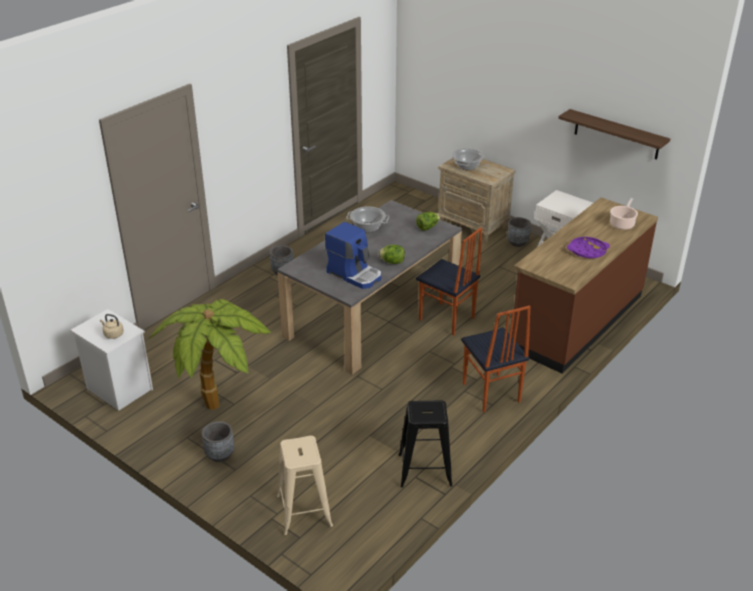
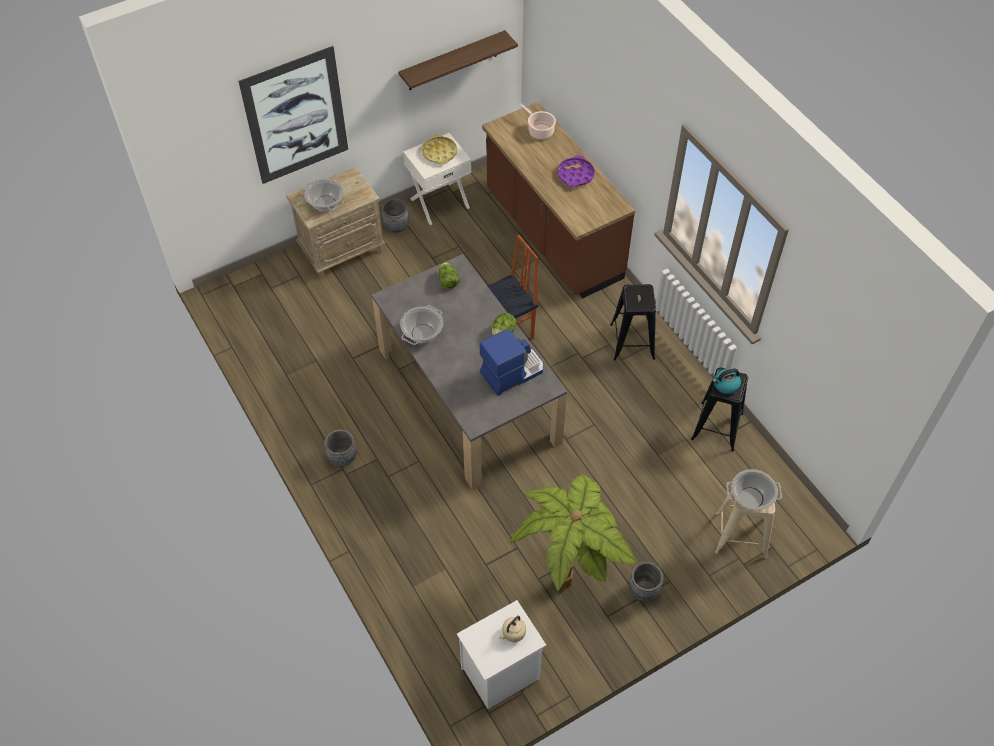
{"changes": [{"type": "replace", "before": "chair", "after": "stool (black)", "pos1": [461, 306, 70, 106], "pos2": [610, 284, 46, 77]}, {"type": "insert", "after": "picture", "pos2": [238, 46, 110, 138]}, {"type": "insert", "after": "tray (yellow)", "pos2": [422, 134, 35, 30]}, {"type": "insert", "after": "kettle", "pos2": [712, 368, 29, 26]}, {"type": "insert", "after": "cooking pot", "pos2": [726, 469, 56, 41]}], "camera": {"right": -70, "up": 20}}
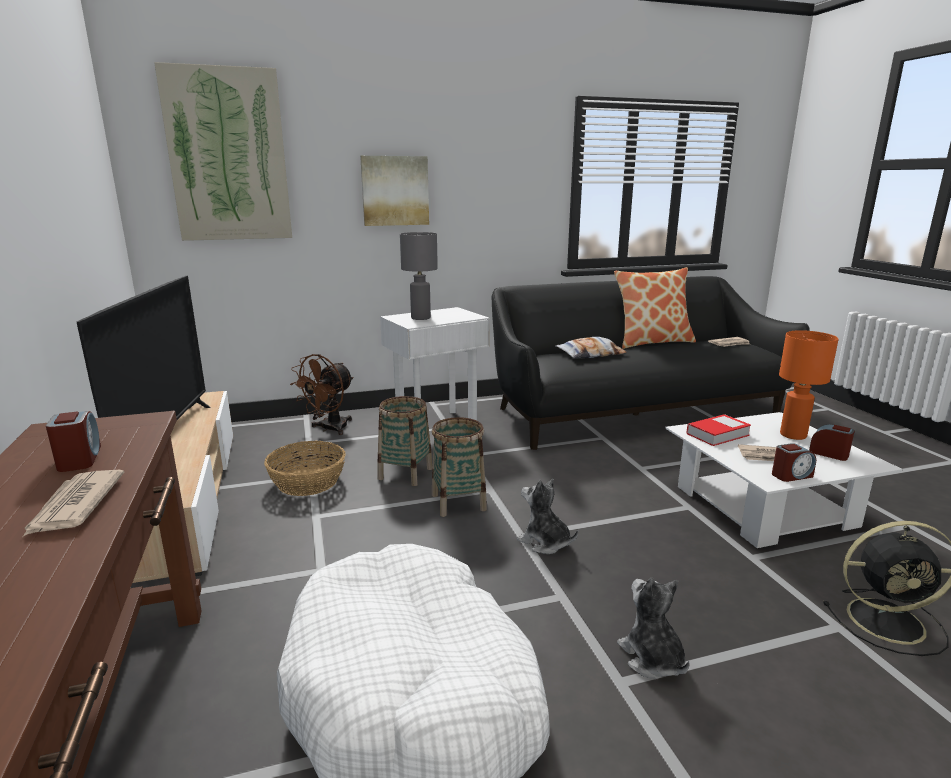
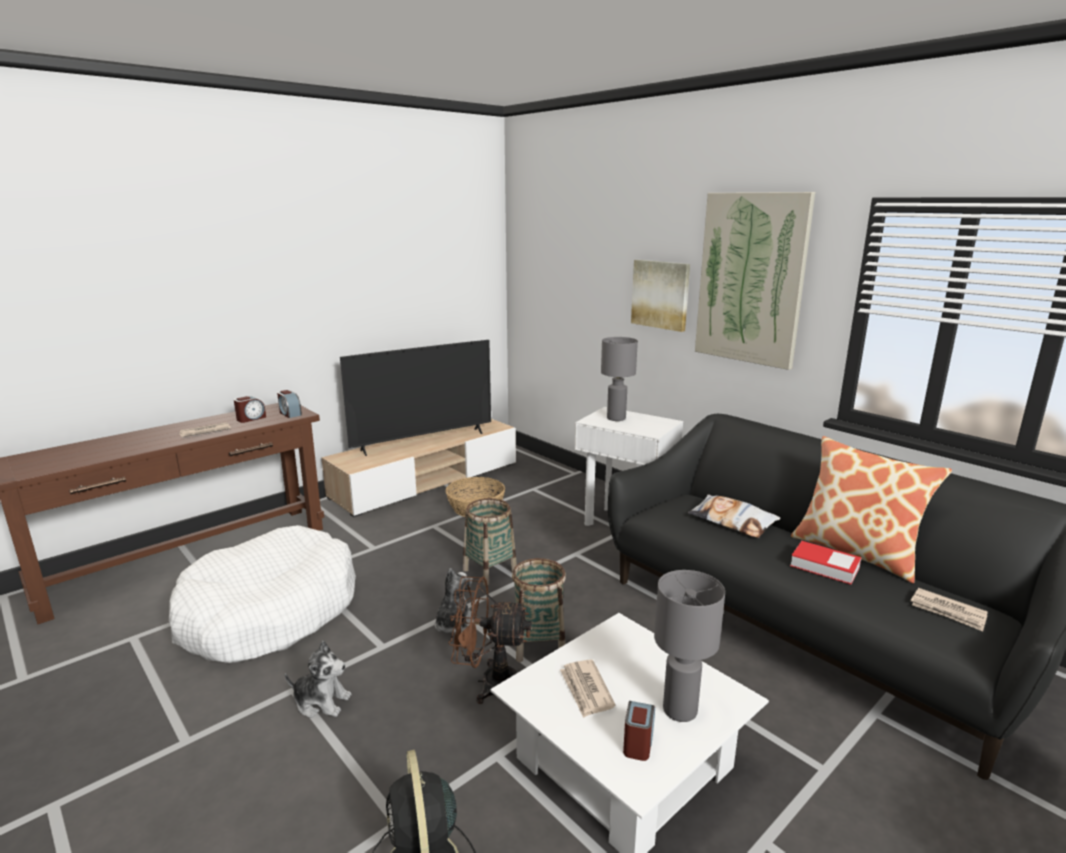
{"changes": [{"type": "move", "before": "picture", "pos1": [154, 62, 138, 179], "pos2": [695, 192, 120, 178]}, {"type": "recolor", "before": "table lamp (orange)", "after": "table lamp (grey)", "pos1": [779, 330, 60, 110], "pos2": [654, 570, 71, 152]}, {"type": "move", "before": "fan (brown)", "pos1": [290, 354, 64, 81], "pos2": [448, 576, 84, 128]}, {"type": "move", "before": "basket", "pos1": [378, 396, 55, 90], "pos2": [512, 558, 54, 104]}, {"type": "move", "before": "book", "pos1": [686, 414, 65, 32], "pos2": [790, 541, 71, 43]}, {"type": "move", "before": "alarm clock", "pos1": [772, 443, 44, 39], "pos2": [277, 390, 25, 28]}, {"type": "rotate", "before": "plush toy", "pos1": [617, 578, 73, 101], "pos2": [285, 641, 67, 77], "turn": 60}], "camera": {"right": 65, "up": 0}}
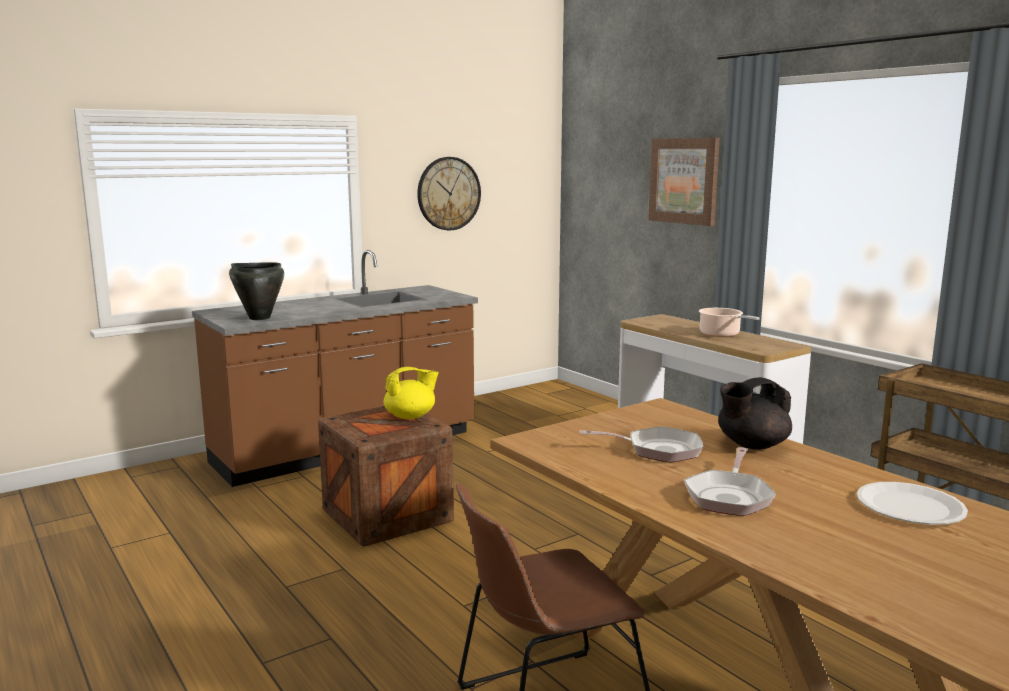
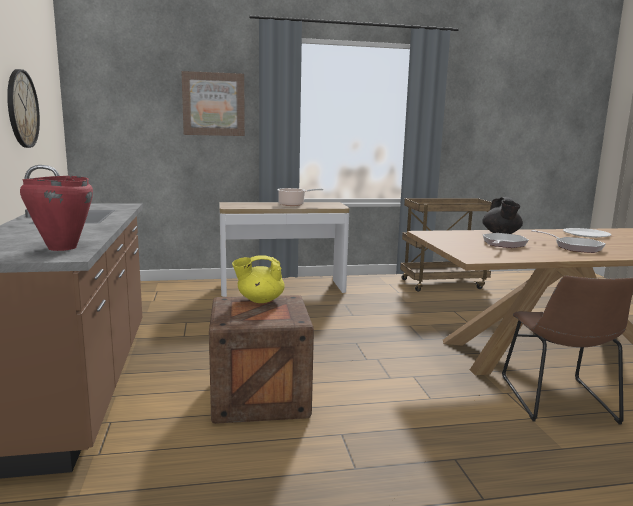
{"changes": [{"type": "recolor", "before": "cooking pot (black)", "after": "cooking pot (red)", "pos1": [229, 262, 55, 58], "pos2": [20, 175, 73, 76]}, {"type": "rotate", "before": "teapot (yellow)", "pos1": [384, 367, 55, 52], "pos2": [232, 255, 53, 48], "turn": -105}], "camera": {"right": -65, "up": 0}}
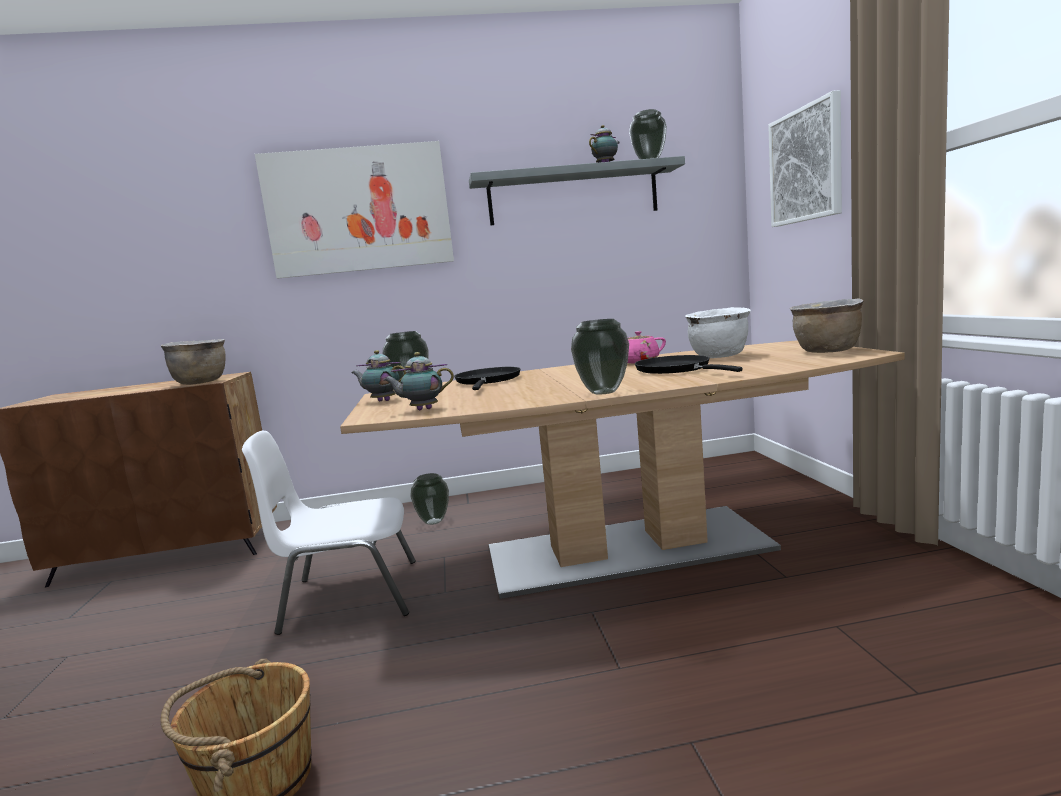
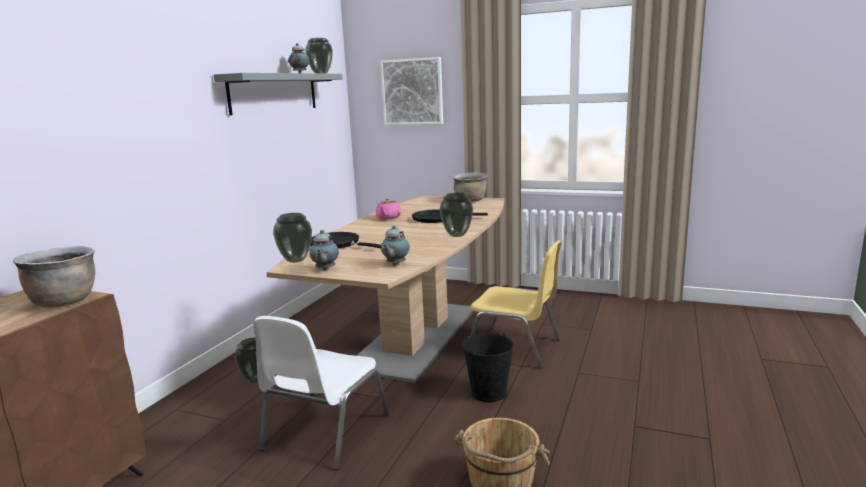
{"changes": [{"type": "delete", "before": "picture", "pos1": [255, 141, 199, 137]}, {"type": "delete", "before": "cooking pot (white)", "pos1": [685, 307, 66, 51]}, {"type": "rotate", "before": "teapot", "pos1": [351, 350, 55, 51], "pos2": [309, 230, 30, 40], "turn": -45}, {"type": "insert", "after": "chair (yellow)", "pos2": [470, 241, 92, 128]}, {"type": "insert", "after": "bucket (black)", "pos2": [462, 332, 52, 70]}], "camera": {"right": -60, "up": 5}}
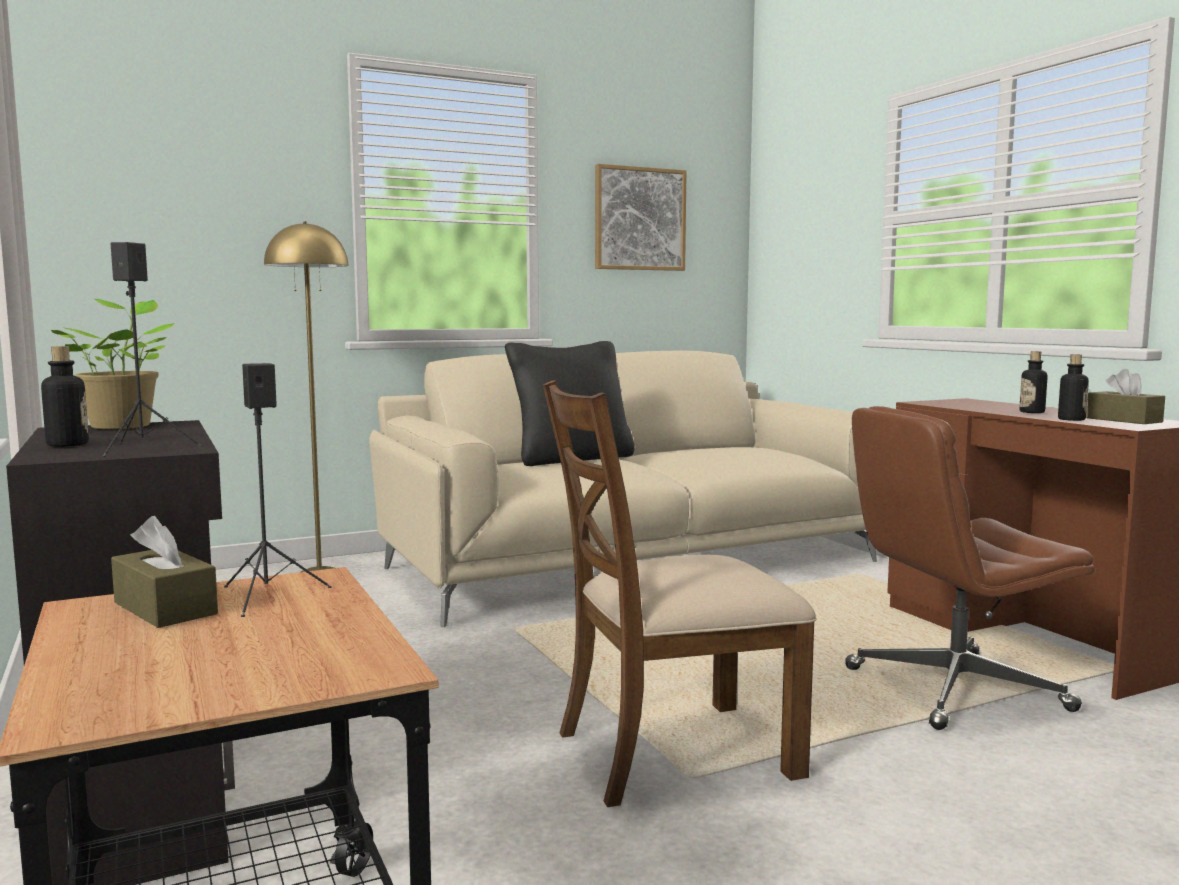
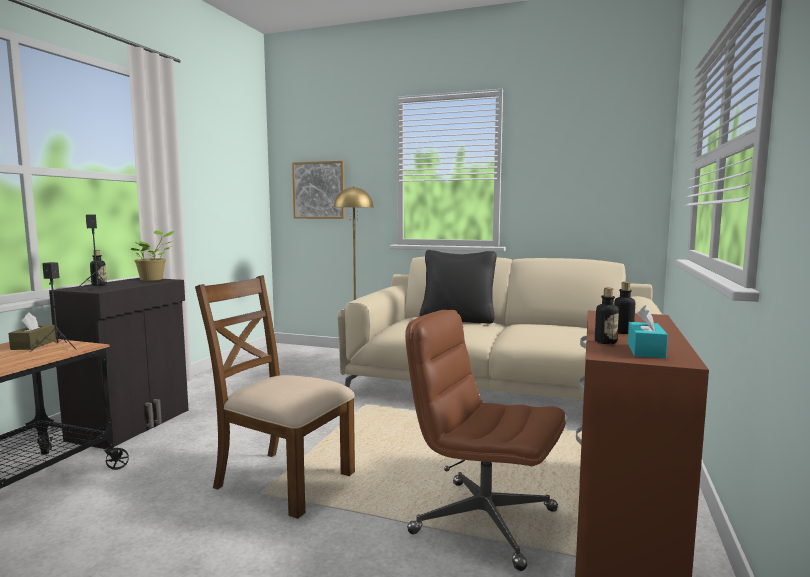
{"changes": [{"type": "move", "before": "picture", "pos1": [595, 164, 92, 107], "pos2": [292, 161, 53, 58]}, {"type": "recolor", "before": "tissue box (brown)", "after": "tissue box (turquoise)", "pos1": [1086, 369, 79, 55], "pos2": [628, 305, 40, 53]}], "camera": {"right": 45, "up": 0}}
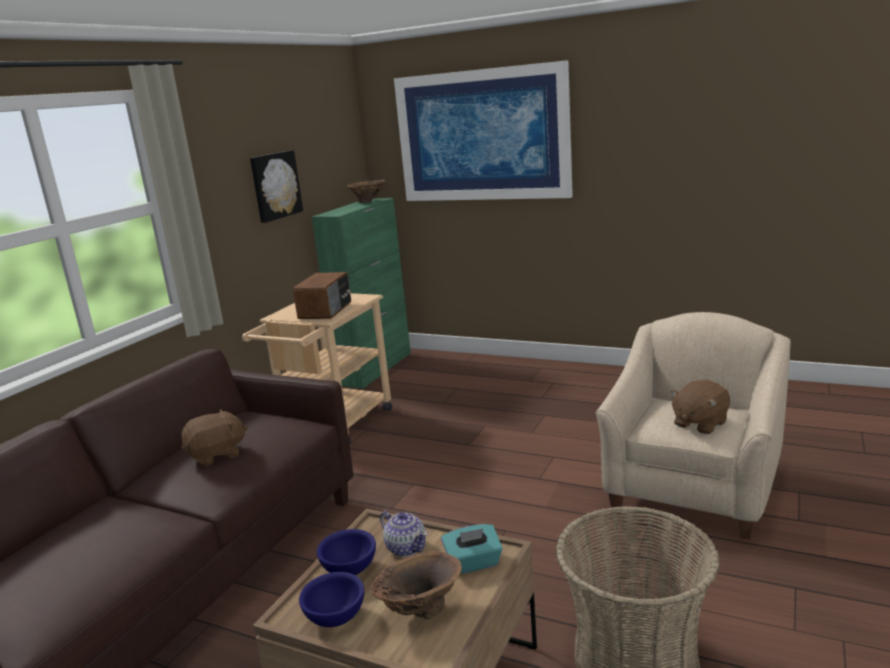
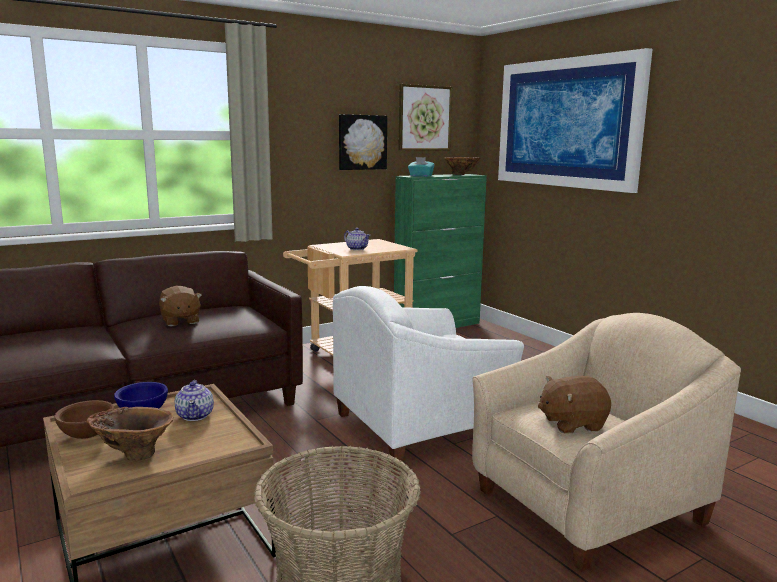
{"changes": [{"type": "replace", "before": "radio", "after": "teapot", "pos1": [293, 272, 58, 47], "pos2": [344, 228, 26, 22]}, {"type": "rotate", "before": "plush toy (brown)", "pos1": [181, 409, 66, 57], "pos2": [159, 286, 43, 40], "turn": 60}, {"type": "move", "before": "tissue box (turquoise)", "pos1": [441, 524, 62, 50], "pos2": [408, 157, 27, 20]}, {"type": "recolor", "before": "bowl (blue)", "after": "bowl (brown)", "pos1": [299, 572, 65, 55], "pos2": [55, 400, 60, 39]}, {"type": "insert", "after": "picture", "pos2": [398, 84, 55, 67]}, {"type": "insert", "after": "armchair (white)", "pos2": [333, 286, 191, 183]}], "camera": {"right": 30, "up": -5}}
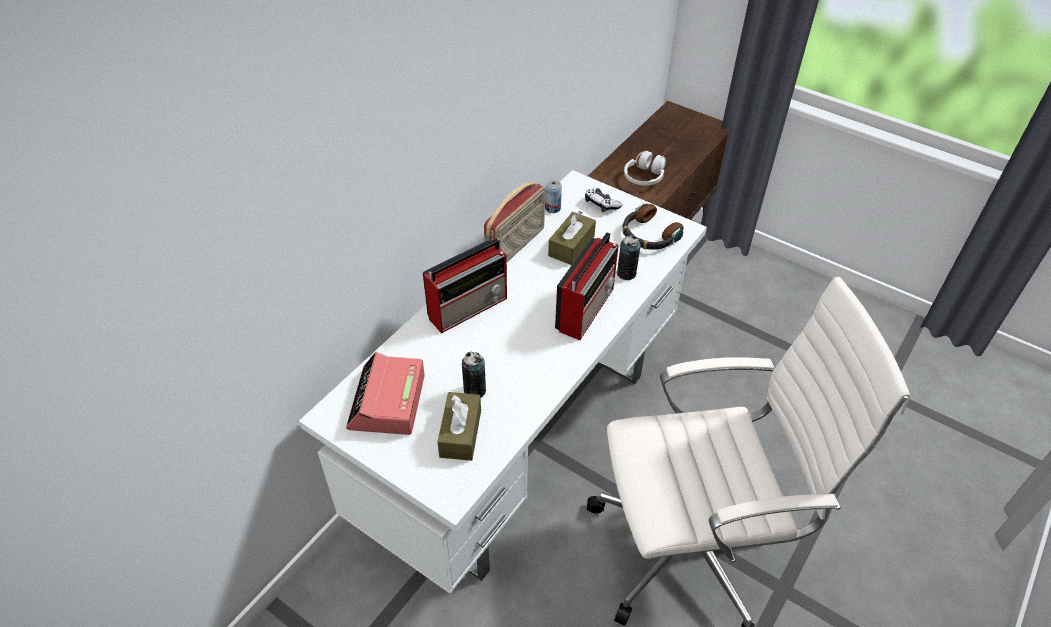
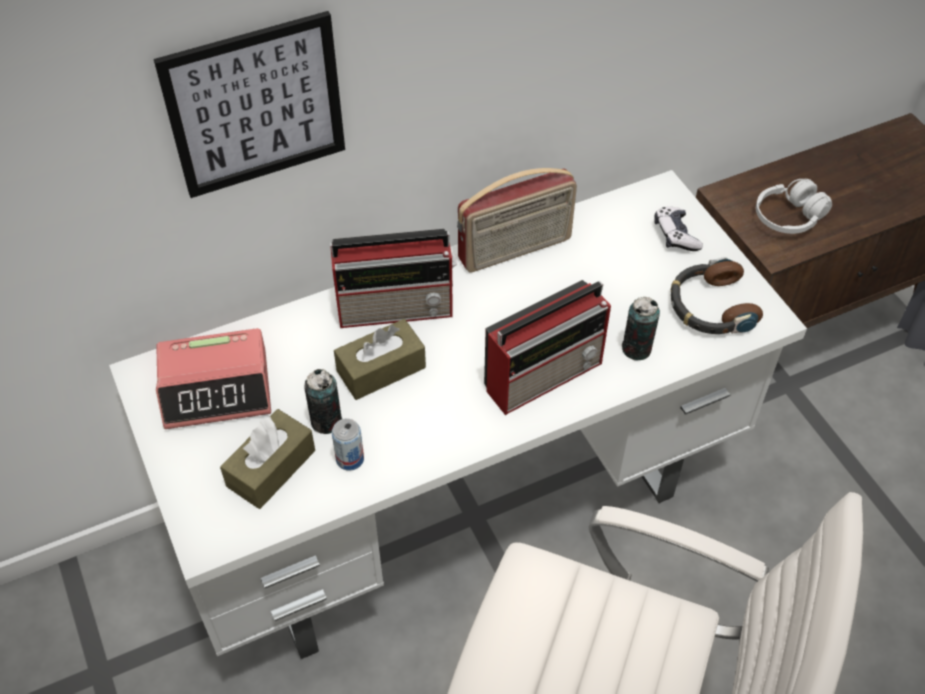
{"changes": [{"type": "move", "before": "can", "pos1": [545, 180, 17, 33], "pos2": [332, 419, 32, 52]}, {"type": "move", "before": "tissue box (brown)", "pos1": [548, 211, 48, 54], "pos2": [334, 319, 92, 81]}, {"type": "rotate", "before": "alarm clock", "pos1": [346, 352, 79, 83], "pos2": [156, 328, 115, 101], "turn": -135}, {"type": "insert", "after": "picture", "pos2": [154, 11, 191, 187]}], "camera": {"right": 30, "up": 5}}
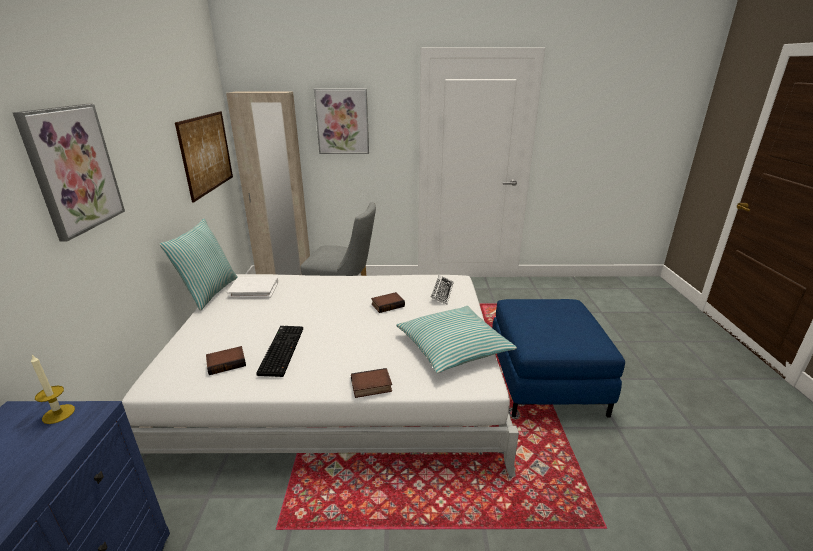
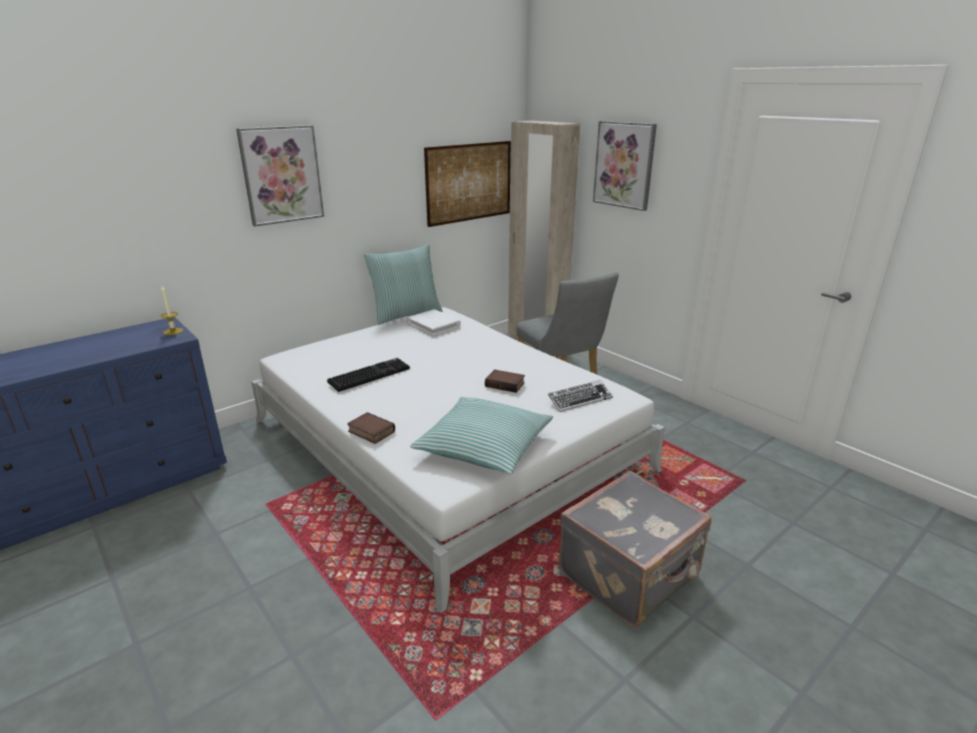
{"changes": [{"type": "replace", "before": "ottoman (blue)", "after": "suitcase (grey)", "pos1": [492, 299, 133, 119], "pos2": [558, 471, 154, 156]}, {"type": "delete", "before": "book", "pos1": [206, 346, 40, 29]}], "camera": {"right": 50, "up": 0}}
